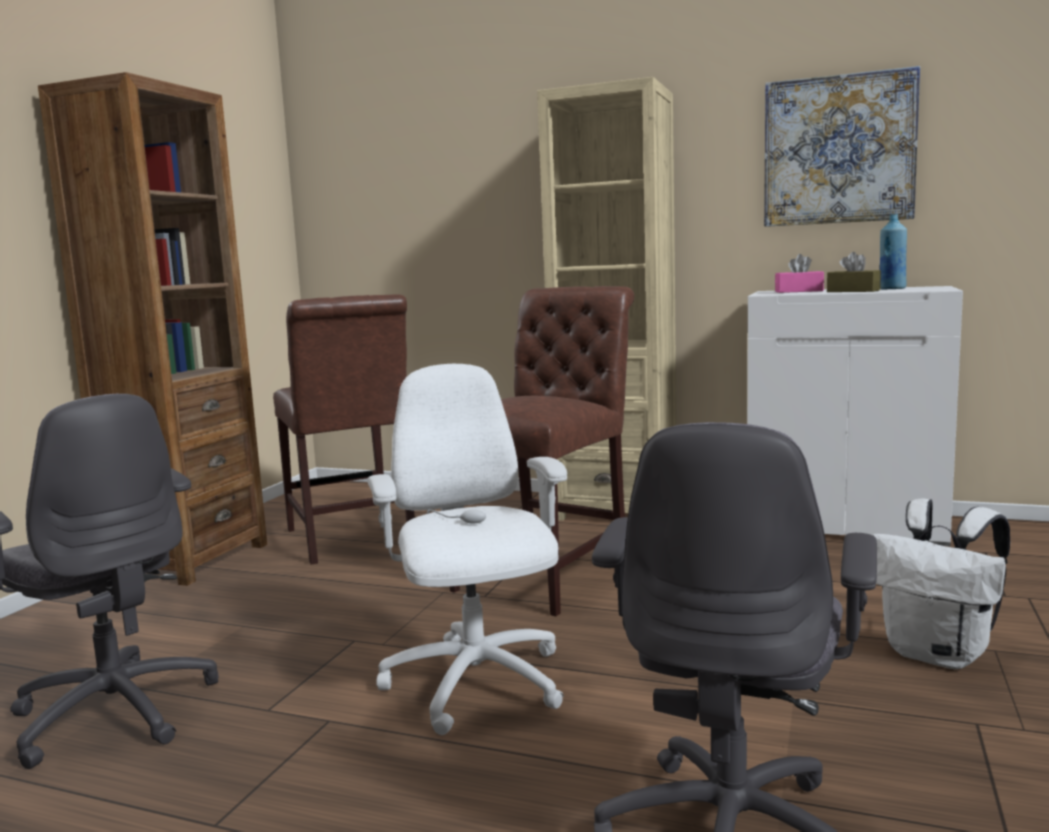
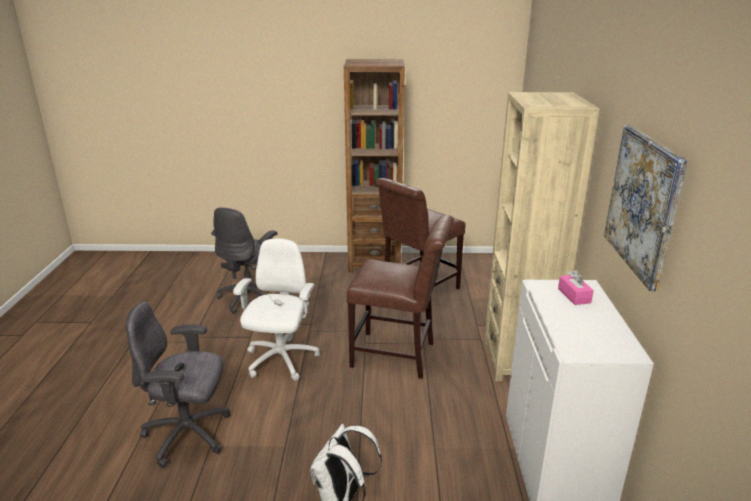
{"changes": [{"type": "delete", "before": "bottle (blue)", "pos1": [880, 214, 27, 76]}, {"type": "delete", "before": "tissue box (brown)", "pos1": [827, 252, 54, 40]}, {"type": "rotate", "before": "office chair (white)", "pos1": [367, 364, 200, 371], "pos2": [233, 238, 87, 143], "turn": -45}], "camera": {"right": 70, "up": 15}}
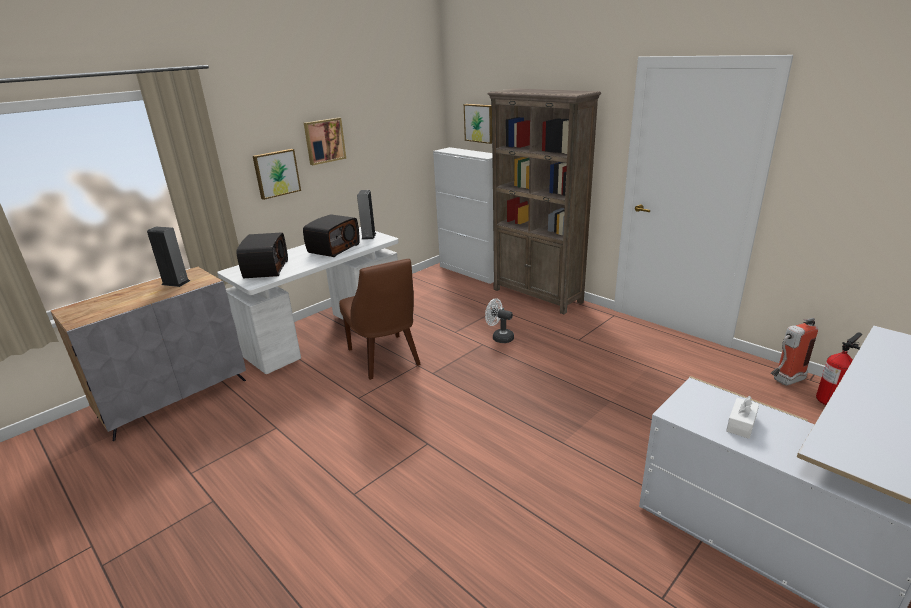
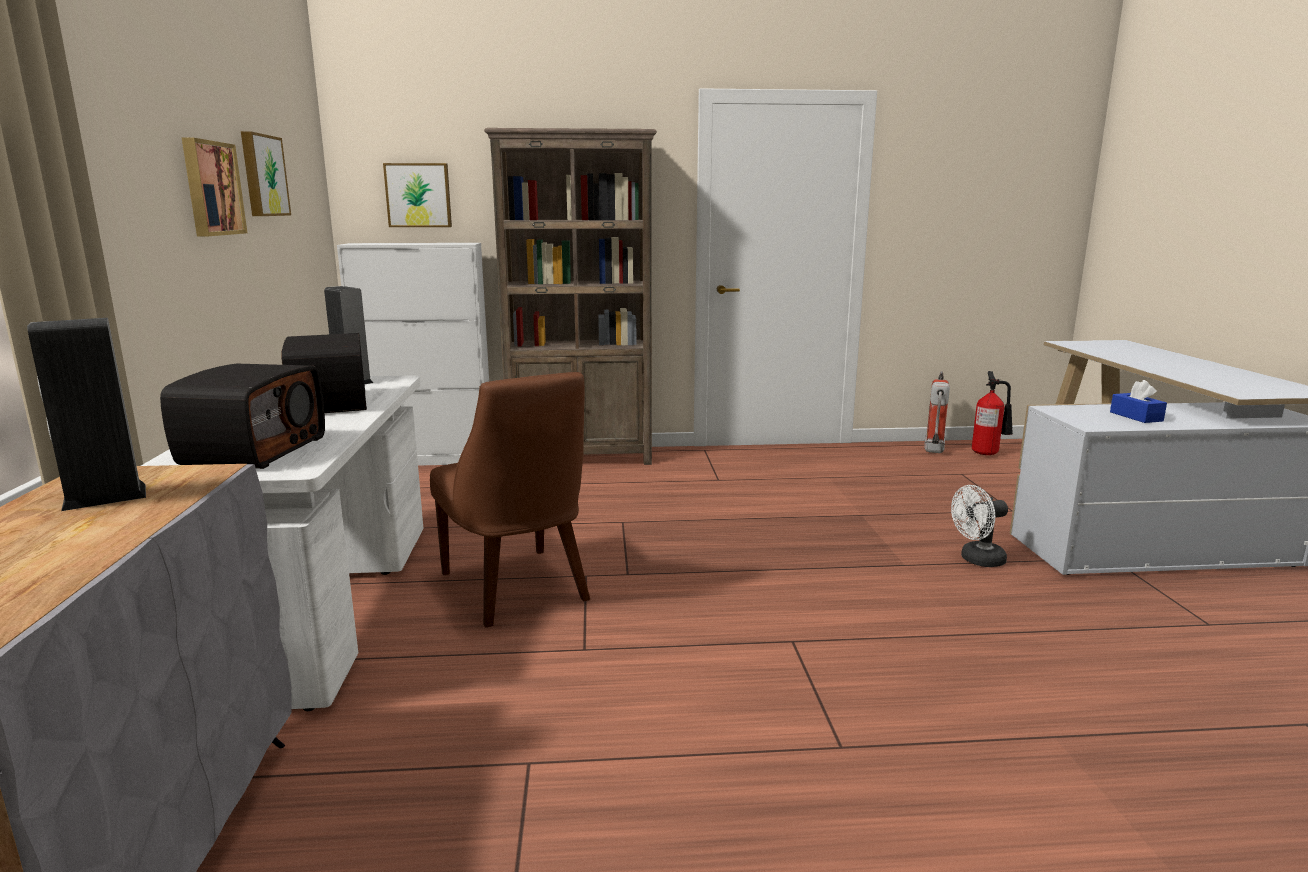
{"changes": [{"type": "move", "before": "picture", "pos1": [253, 149, 48, 51], "pos2": [241, 131, 50, 85]}, {"type": "rotate", "before": "radio", "pos1": [236, 232, 52, 46], "pos2": [160, 364, 165, 105], "turn": 60}, {"type": "rotate", "before": "chair (brown)", "pos1": [339, 259, 82, 121], "pos2": [430, 372, 160, 256], "turn": 45}, {"type": "move", "before": "fan (white)", "pos1": [485, 298, 29, 45], "pos2": [951, 485, 57, 82]}, {"type": "recolor", "before": "tissue box (white)", "after": "tissue box (blue)", "pos1": [726, 396, 33, 43], "pos2": [1110, 380, 57, 43]}], "camera": {"right": -50, "up": -10}}
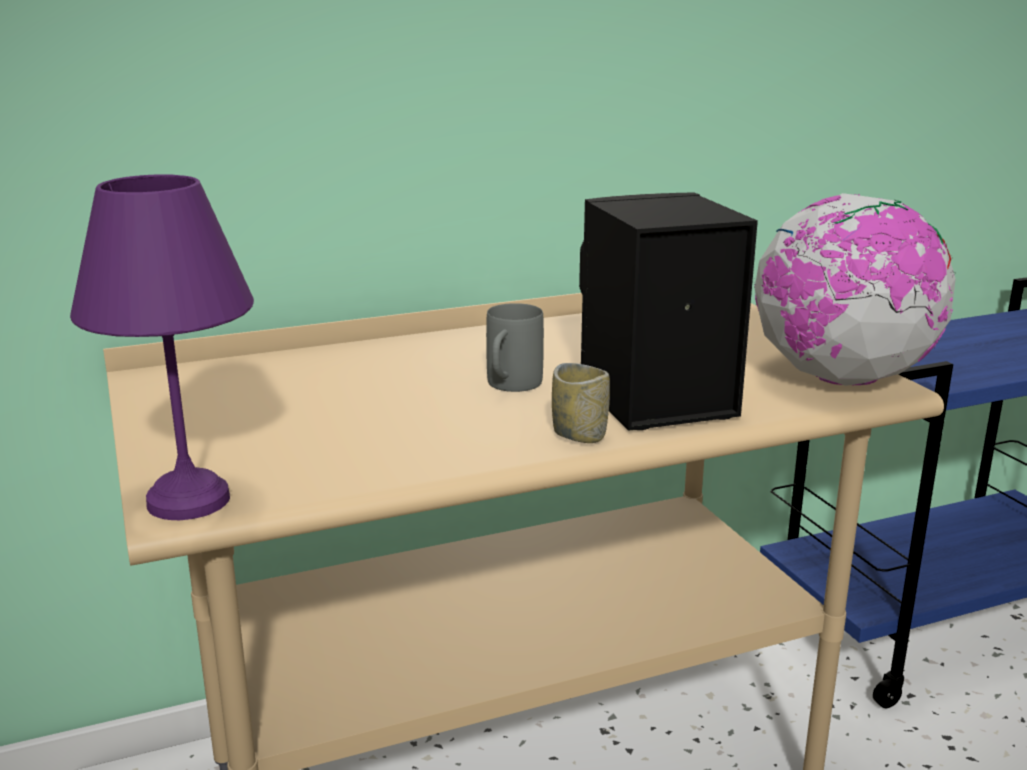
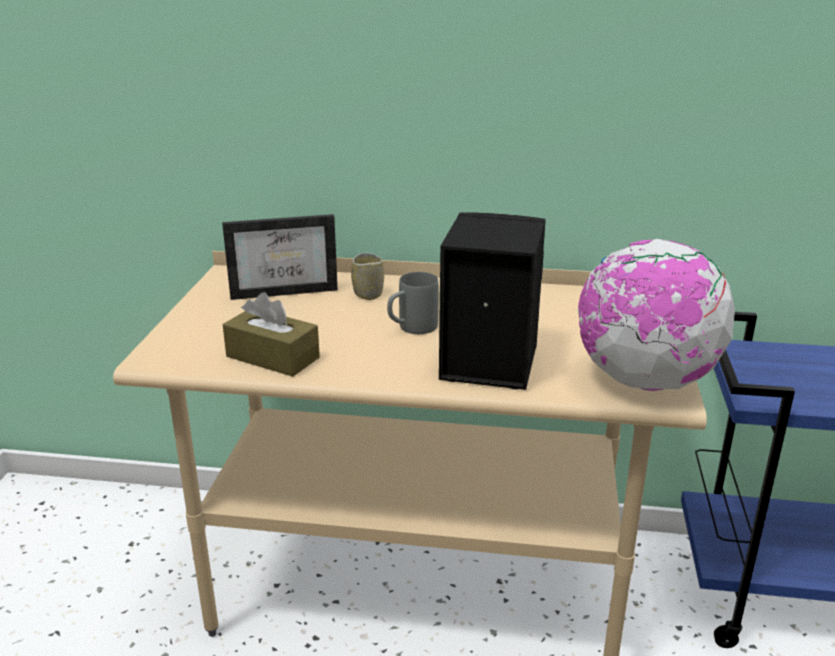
{"changes": [{"type": "delete", "before": "table lamp (purple)", "pos1": [70, 175, 184, 345]}, {"type": "move", "before": "cup", "pos1": [552, 363, 58, 80], "pos2": [351, 253, 33, 47]}, {"type": "insert", "after": "picture frame", "pos2": [222, 214, 116, 86]}, {"type": "insert", "after": "tissue box (brown)", "pos2": [223, 292, 97, 85]}], "camera": {"right": 30, "up": 5}}
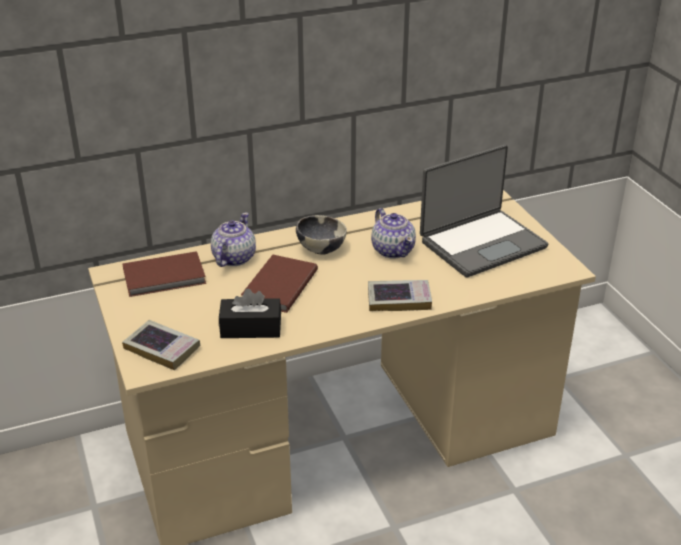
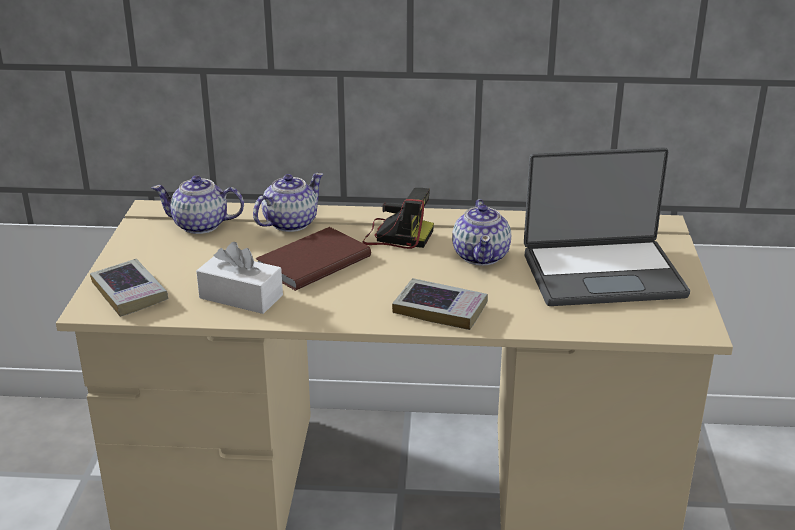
{"changes": [{"type": "replace", "before": "bowl", "after": "photo camera", "pos1": [296, 215, 51, 40], "pos2": [362, 188, 72, 61]}, {"type": "replace", "before": "book (brown)", "after": "teapot", "pos1": [122, 251, 84, 46], "pos2": [152, 176, 92, 58]}, {"type": "recolor", "before": "tissue box (black)", "after": "tissue box (white)", "pos1": [219, 289, 62, 49], "pos2": [196, 242, 87, 72]}], "camera": {"right": 25, "up": -5}}
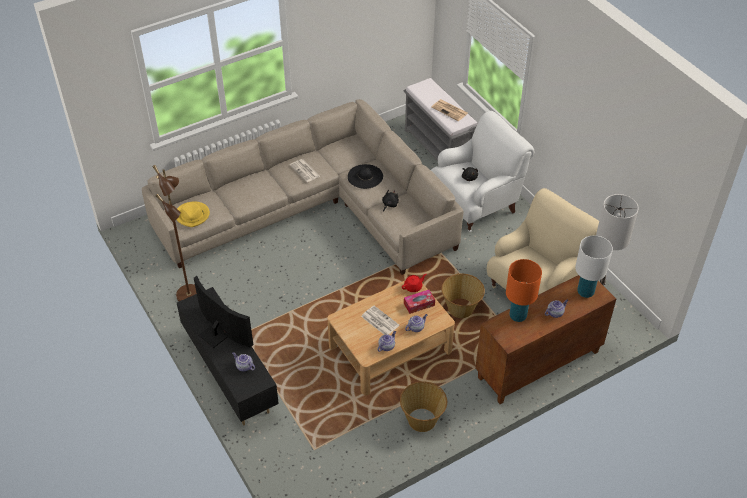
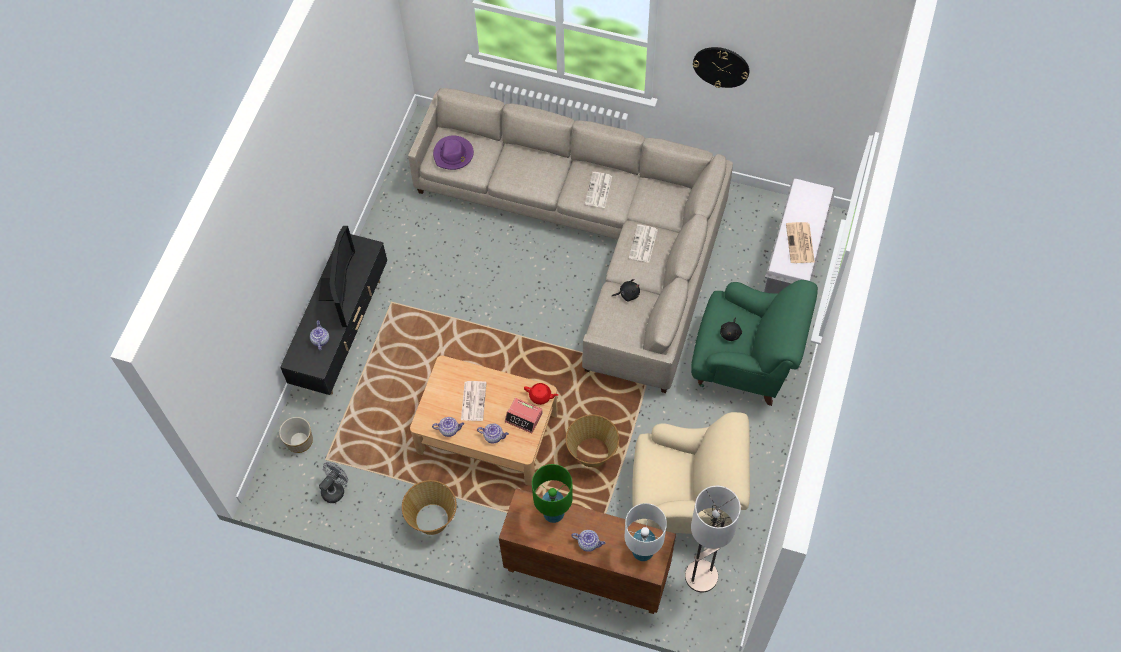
{"changes": [{"type": "recolor", "before": "armchair (white)", "after": "armchair (green)", "pos1": [431, 111, 103, 121], "pos2": [691, 280, 127, 126]}, {"type": "replace", "before": "hat (black)", "after": "newspaper", "pos1": [348, 164, 35, 25], "pos2": [629, 224, 29, 39]}, {"type": "delete", "before": "floor lamp (brown)", "pos1": [153, 165, 44, 136]}, {"type": "recolor", "before": "hat (yellow)", "after": "hat (purple)", "pos1": [177, 201, 33, 26], "pos2": [433, 135, 41, 35]}, {"type": "recolor", "before": "table lamp (orange)", "after": "table lamp (green)", "pos1": [506, 259, 36, 63], "pos2": [532, 464, 41, 59]}, {"type": "replace", "before": "tissue box", "after": "alarm clock", "pos1": [404, 290, 31, 24], "pos2": [505, 398, 38, 35]}, {"type": "insert", "after": "wall clock", "pos2": [693, 47, 56, 41]}, {"type": "insert", "after": "planter", "pos2": [279, 417, 34, 36]}, {"type": "insert", "after": "fan (grey)", "pos2": [319, 462, 29, 41]}], "camera": {"right": 50, "up": 15}}
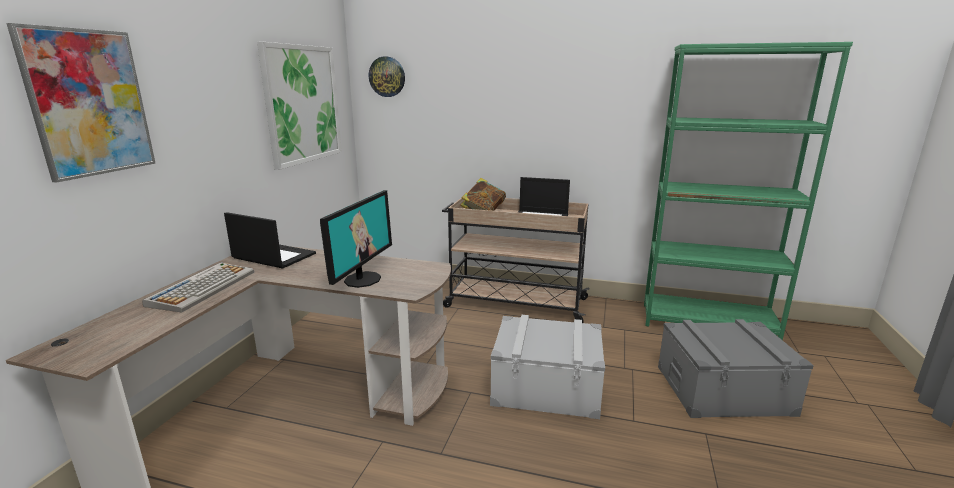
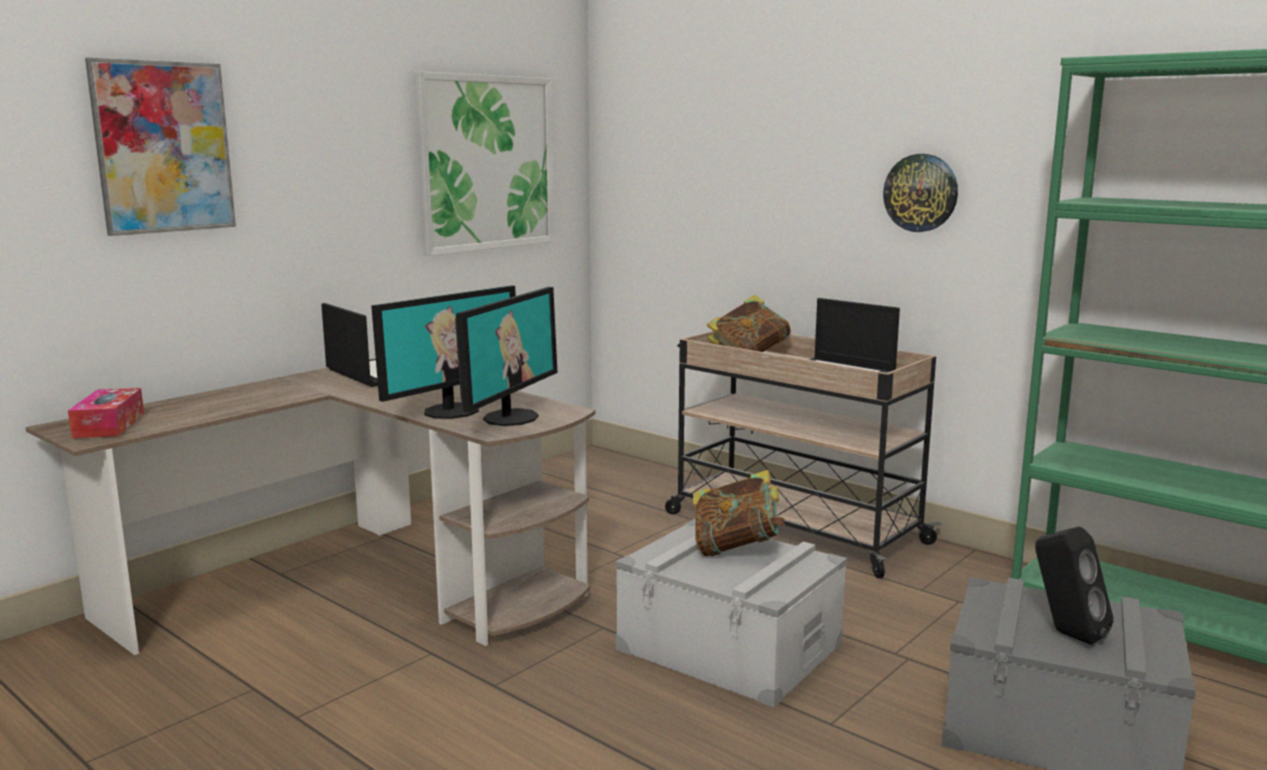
{"changes": [{"type": "move", "before": "wall clock", "pos1": [369, 56, 36, 41], "pos2": [883, 154, 75, 78]}, {"type": "delete", "before": "keyboard", "pos1": [142, 262, 112, 51]}, {"type": "insert", "after": "monitor", "pos2": [455, 287, 103, 139]}, {"type": "insert", "after": "tissue box", "pos2": [68, 388, 76, 50]}, {"type": "insert", "after": "book", "pos2": [693, 470, 92, 87]}, {"type": "insert", "after": "speaker (black)", "pos2": [1035, 526, 79, 119]}], "camera": {"right": 25, "up": -5}}
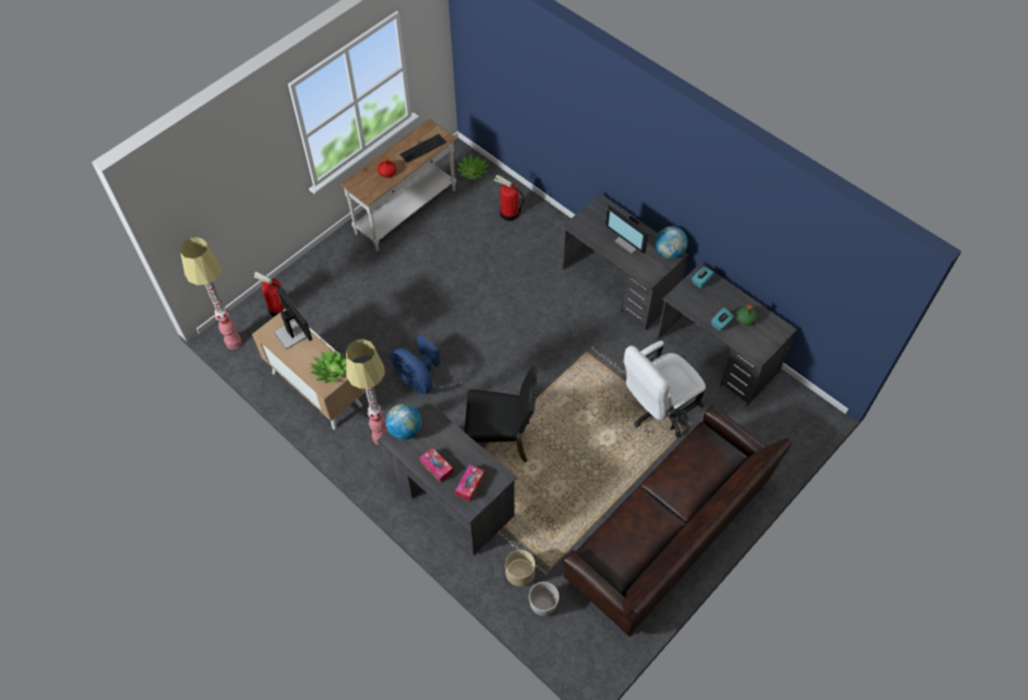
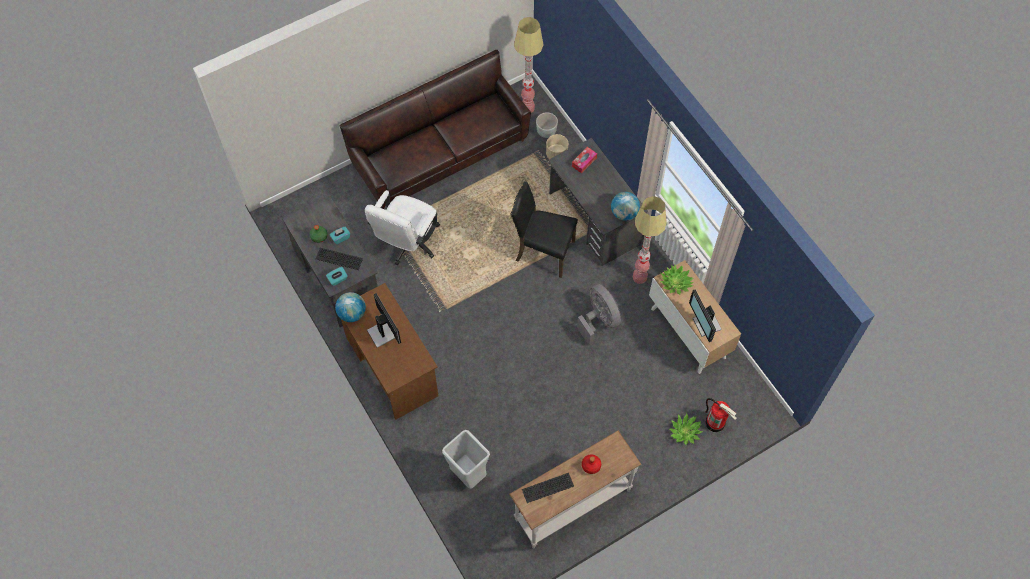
{"changes": [{"type": "move", "before": "potted plant", "pos1": [457, 154, 32, 26], "pos2": [669, 413, 34, 32]}, {"type": "replace", "before": "fire extinguisher", "after": "trash can (grey)", "pos1": [494, 175, 30, 46], "pos2": [442, 430, 48, 59]}, {"type": "recolor", "before": "desk (grey)", "after": "desk (brown)", "pos1": [562, 194, 127, 136], "pos2": [341, 283, 97, 137]}, {"type": "move", "before": "floor lamp", "pos1": [180, 237, 62, 113], "pos2": [514, 17, 29, 96]}, {"type": "recolor", "before": "fan (blue)", "after": "fan (grey)", "pos1": [391, 334, 49, 60], "pos2": [577, 284, 44, 62]}, {"type": "rotate", "before": "office chair (white)", "pos1": [624, 341, 82, 97], "pos2": [365, 190, 75, 75], "turn": 135}, {"type": "delete", "before": "tissue box", "pos1": [420, 447, 33, 36]}, {"type": "insert", "after": "keyboard", "pos2": [316, 248, 47, 22]}], "camera": {"right": -165, "up": 5}}
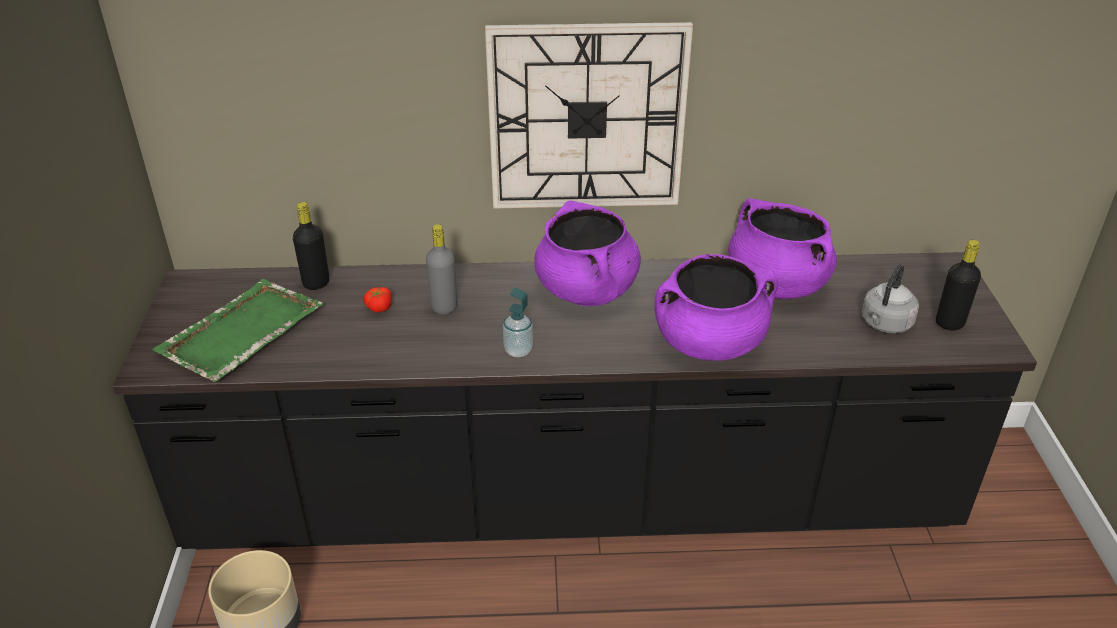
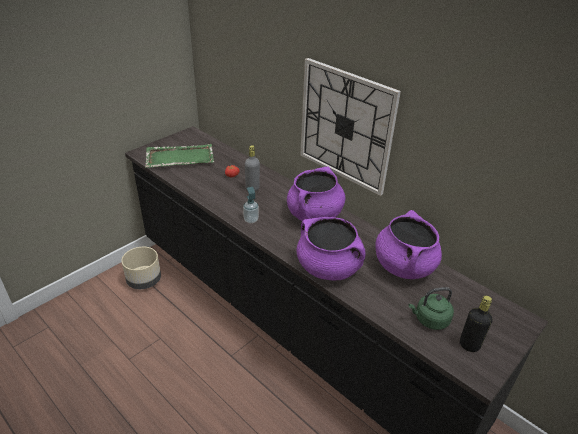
{"changes": [{"type": "delete", "before": "bottle (black)", "pos1": [293, 202, 36, 88]}, {"type": "recolor", "before": "kettle (grey)", "after": "kettle (green)", "pos1": [862, 264, 57, 69], "pos2": [409, 287, 45, 43]}], "camera": {"right": 45, "up": 0}}
